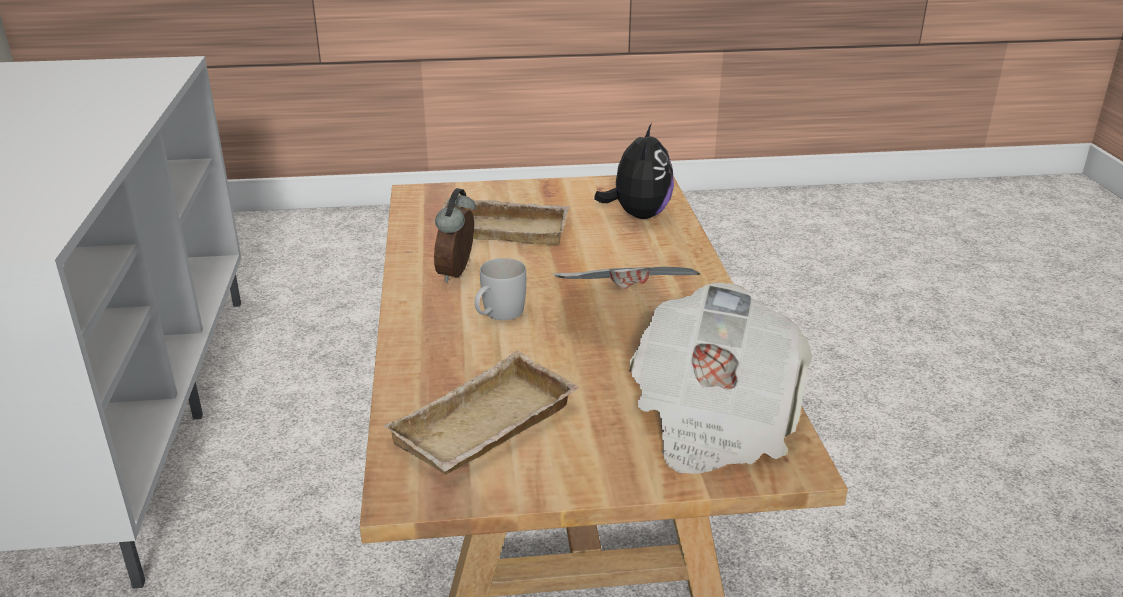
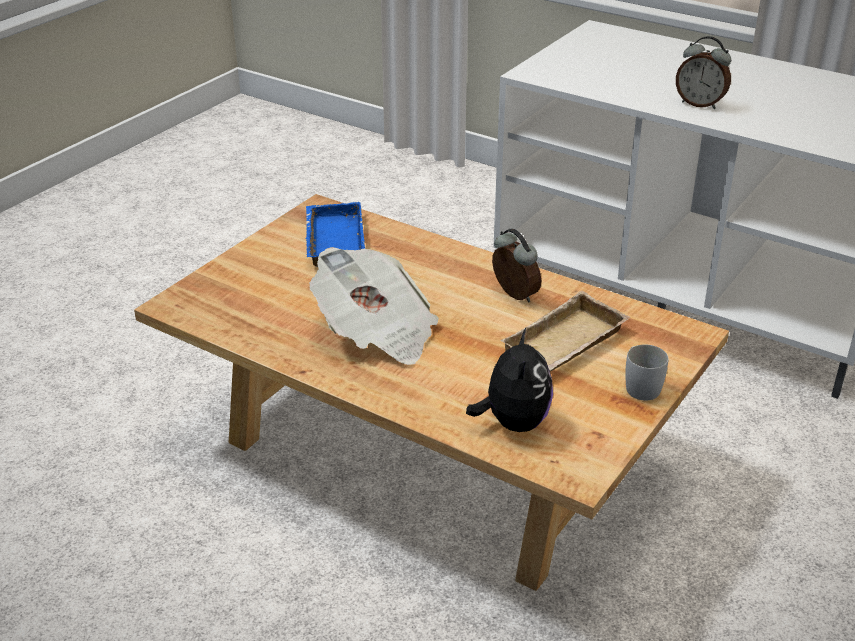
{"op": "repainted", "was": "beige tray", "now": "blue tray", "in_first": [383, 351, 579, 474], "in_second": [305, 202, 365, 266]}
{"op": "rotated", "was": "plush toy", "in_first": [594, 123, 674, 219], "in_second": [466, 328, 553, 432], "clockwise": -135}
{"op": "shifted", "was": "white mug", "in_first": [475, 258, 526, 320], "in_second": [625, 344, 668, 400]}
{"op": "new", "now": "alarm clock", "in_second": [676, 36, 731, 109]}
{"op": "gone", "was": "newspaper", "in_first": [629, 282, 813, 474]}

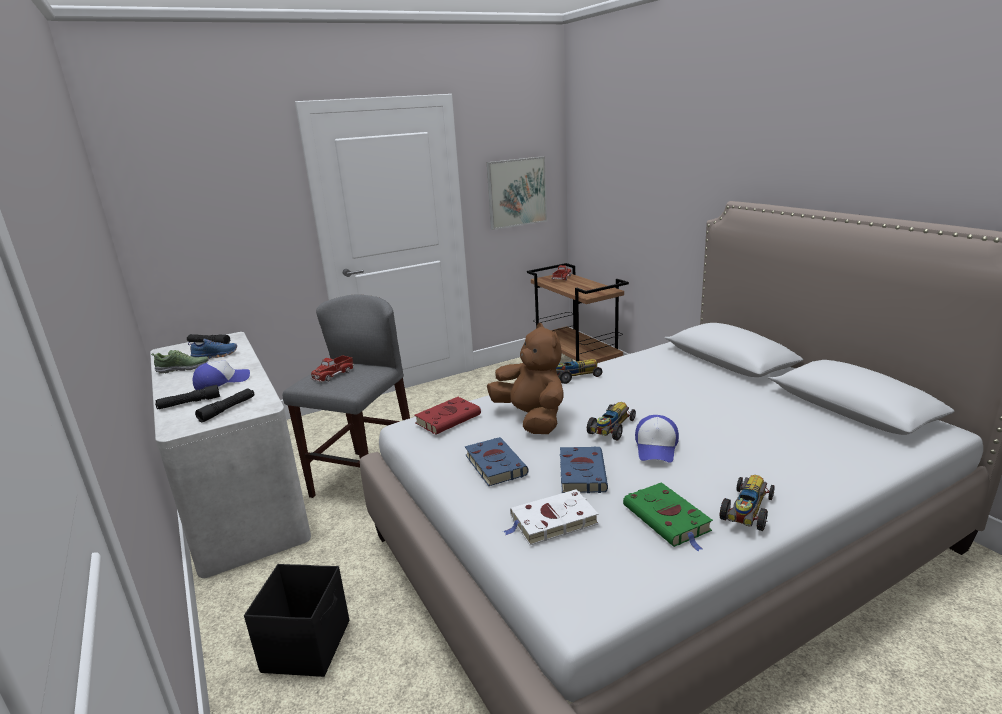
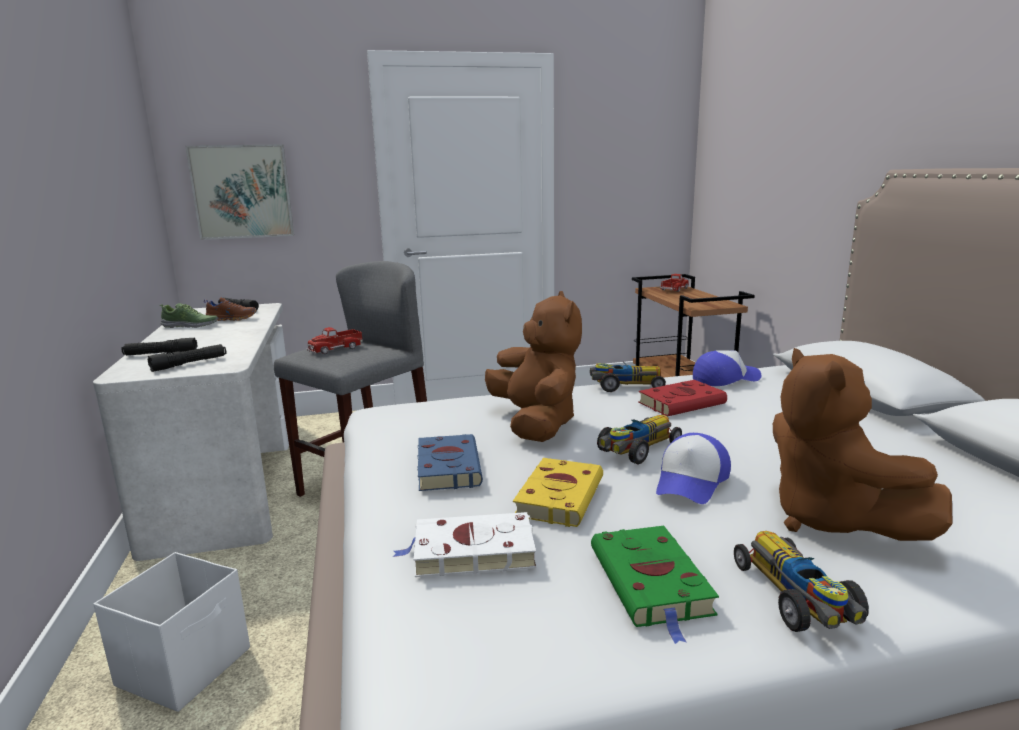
{"op": "repainted", "was": "black storage box", "now": "white storage box", "in_first": [244, 564, 349, 677], "in_second": [94, 552, 250, 712]}
{"op": "shifted", "was": "picture", "in_first": [487, 156, 547, 230], "in_second": [185, 144, 294, 240]}
{"op": "repainted", "was": "blue shoe", "now": "brown shoe", "in_first": [188, 338, 237, 359], "in_second": [204, 297, 257, 321]}
{"op": "repainted", "was": "blue book", "now": "yellow book", "in_first": [560, 447, 608, 493], "in_second": [513, 458, 603, 527]}
{"op": "shifted", "was": "red book", "in_first": [414, 397, 481, 434], "in_second": [638, 380, 727, 417]}
{"op": "shifted", "was": "cap", "in_first": [193, 360, 250, 390], "in_second": [693, 351, 762, 386]}
{"op": "rotated", "was": "toy car", "in_first": [720, 475, 775, 531], "in_second": [734, 531, 869, 632], "clockwise": -60}
{"op": "new", "now": "brown plush toy", "in_second": [773, 348, 953, 541]}

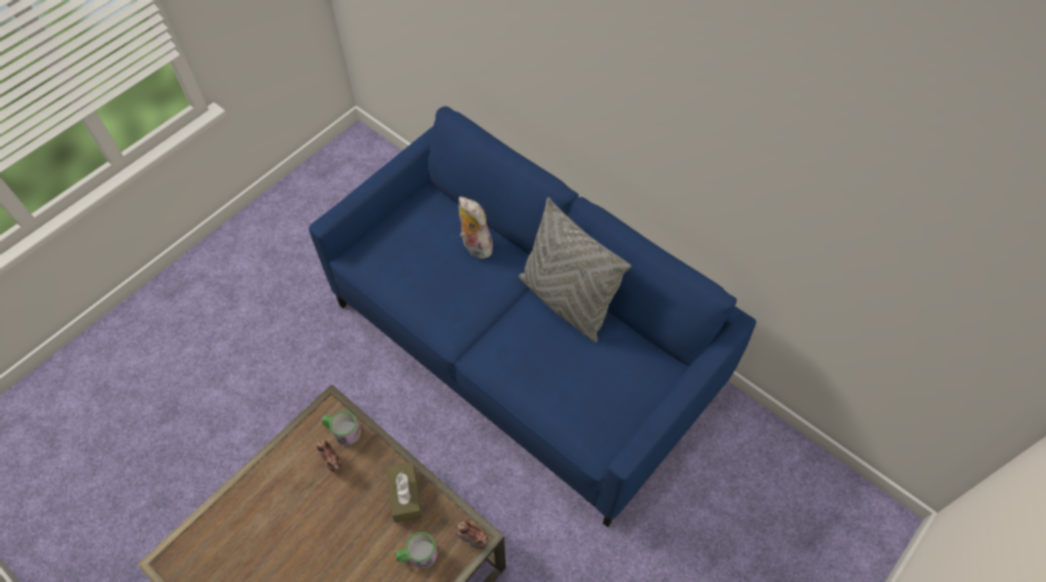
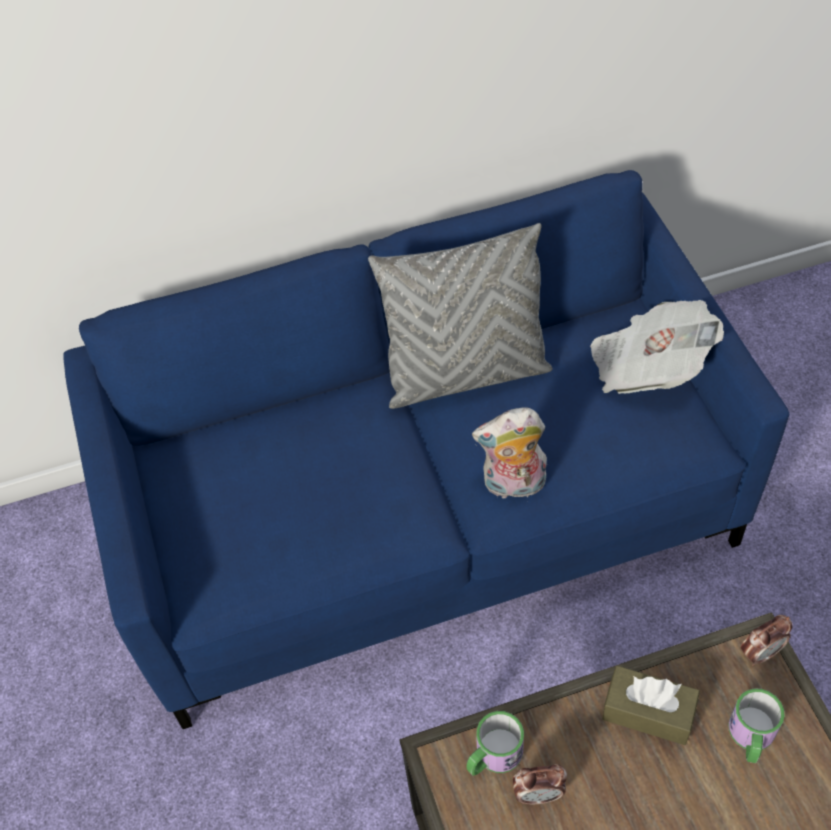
{"op": "shifted", "was": "plush toy", "in_first": [458, 197, 493, 259], "in_second": [472, 407, 547, 498]}
{"op": "new", "now": "newspaper", "in_second": [590, 300, 724, 394]}

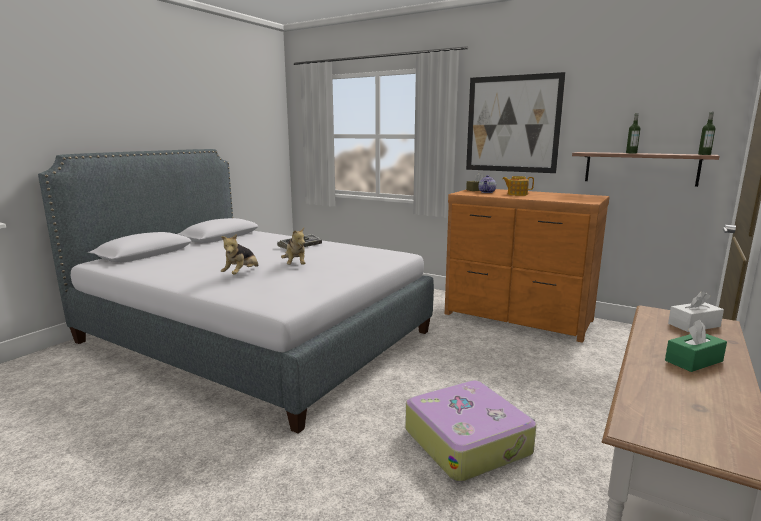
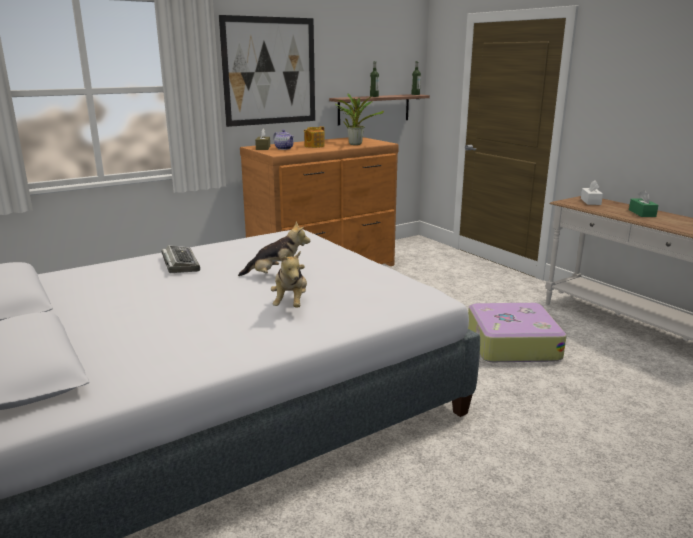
{"op": "rotated", "was": "plush toy", "in_first": [221, 234, 259, 275], "in_second": [271, 251, 307, 308], "clockwise": 45}
{"op": "new", "now": "potted plant", "in_second": [335, 93, 384, 145]}

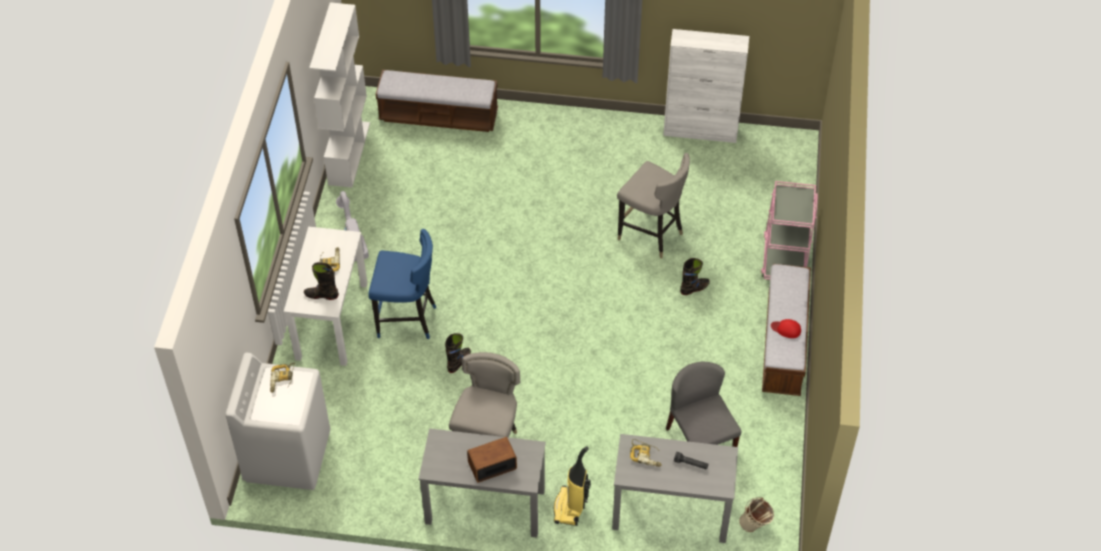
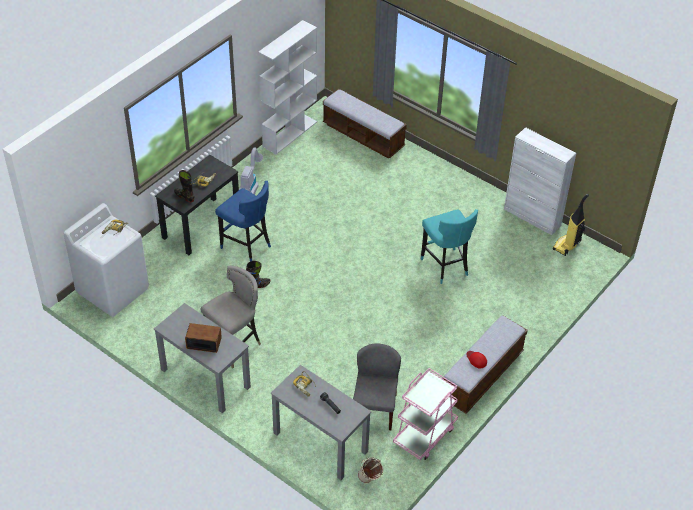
{"op": "repainted", "was": "white desk", "now": "black desk", "in_first": [284, 226, 367, 366], "in_second": [155, 155, 239, 255]}
{"op": "shifted", "was": "pink cart", "in_first": [761, 181, 818, 280], "in_second": [393, 368, 458, 460]}
{"op": "repainted", "was": "grey stool", "now": "turquoise stool", "in_first": [617, 153, 690, 258], "in_second": [421, 209, 478, 284]}
{"op": "shifted", "was": "vacuum cleaner", "in_first": [554, 446, 591, 526], "in_second": [553, 194, 589, 256]}
{"op": "gone", "was": "black boot", "in_first": [680, 258, 710, 295]}

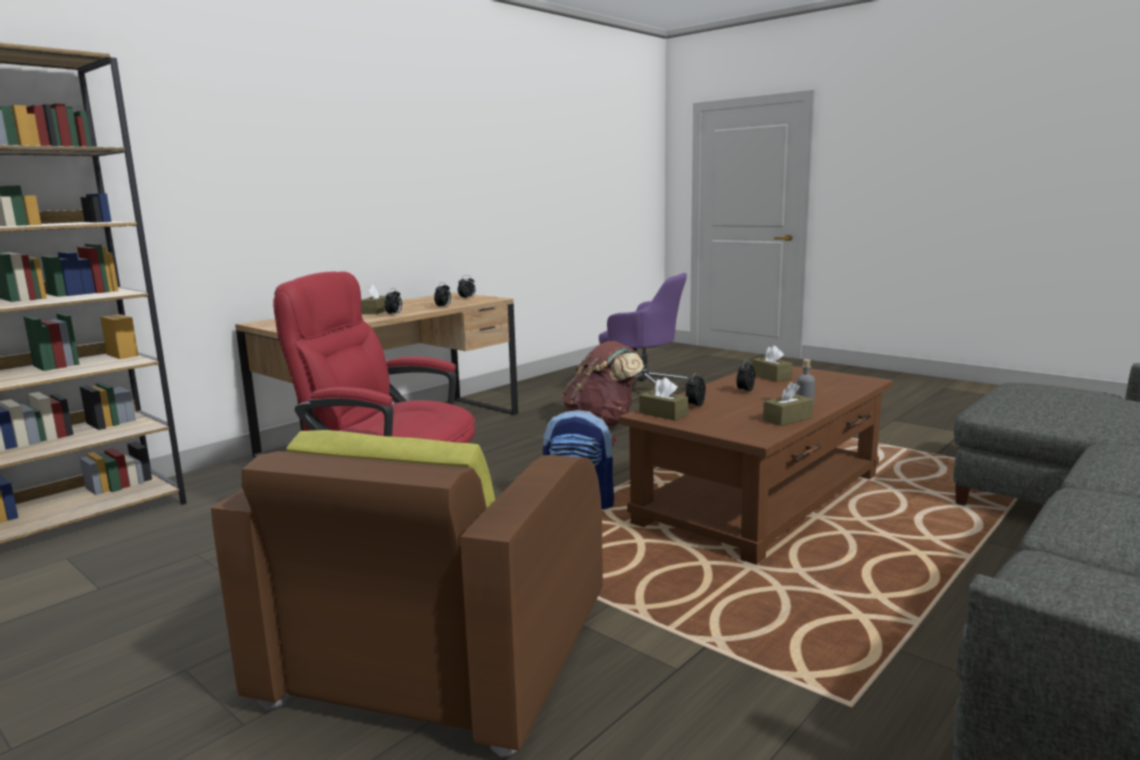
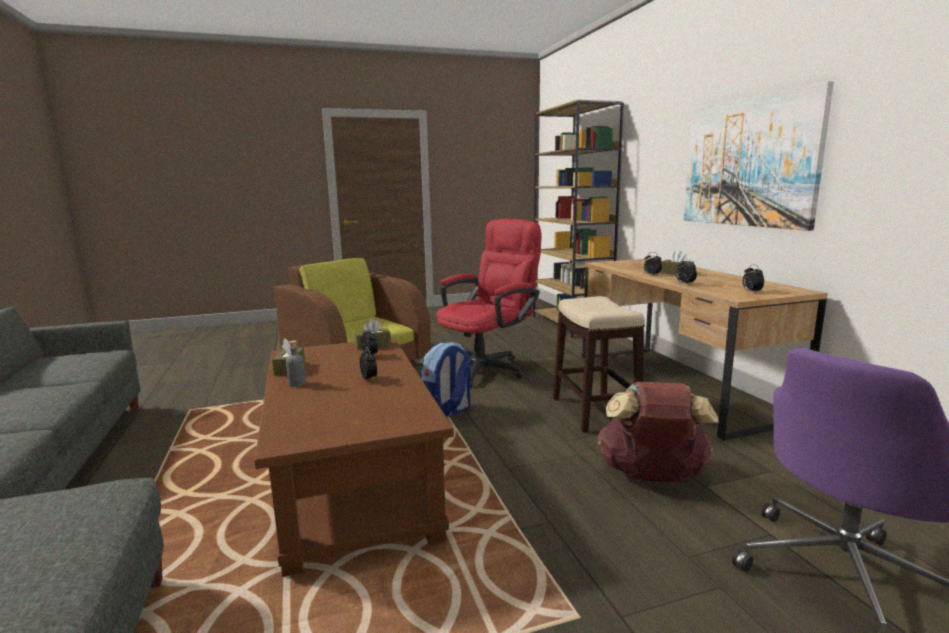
{"op": "new", "now": "stool", "in_second": [553, 296, 645, 433]}
{"op": "new", "now": "picture", "in_second": [684, 81, 834, 231]}
{"op": "gone", "was": "brown tissue box", "in_first": [752, 345, 792, 382]}

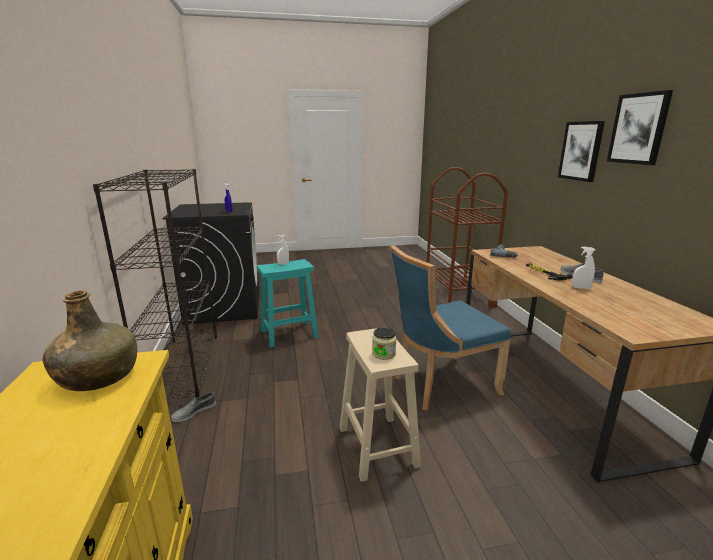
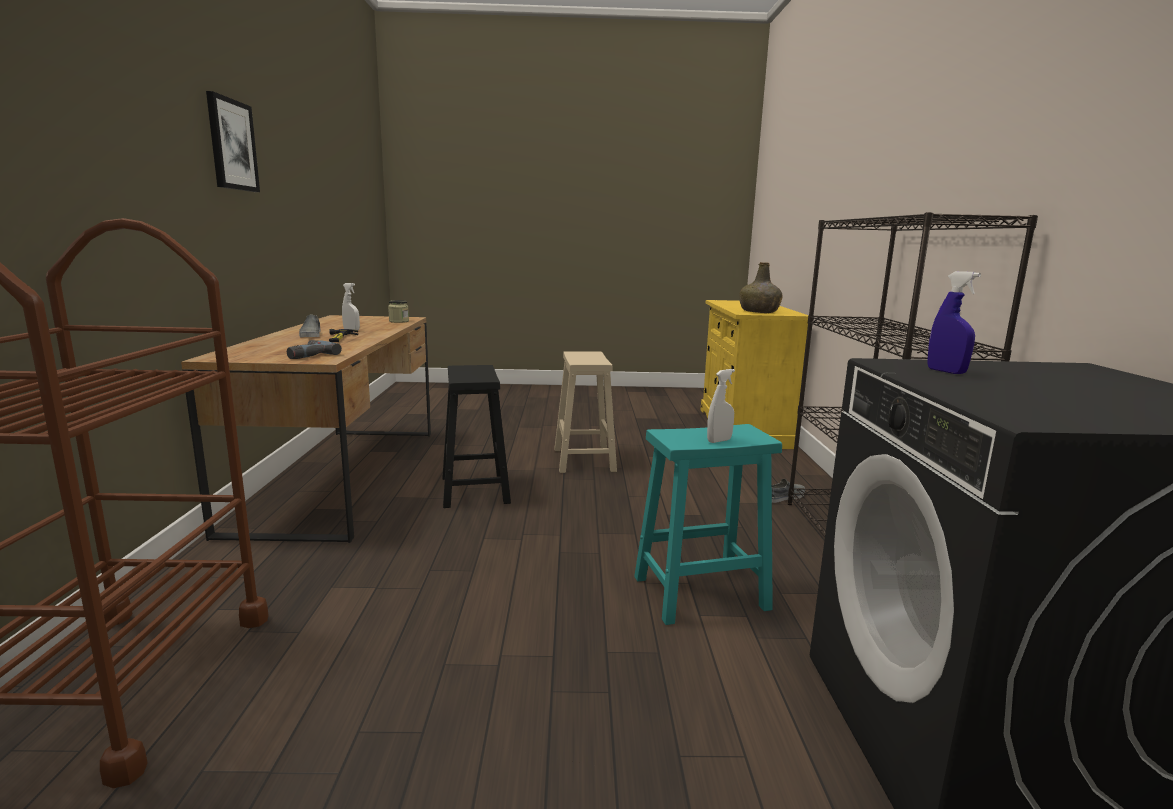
{"op": "shifted", "was": "jar", "in_first": [372, 327, 396, 360], "in_second": [388, 300, 409, 323]}
{"op": "swapped", "was": "blue chair", "now": "black stool", "in_first": [390, 245, 511, 411], "in_second": [443, 365, 511, 508]}
{"op": "gone", "was": "picture", "in_first": [558, 121, 605, 182]}

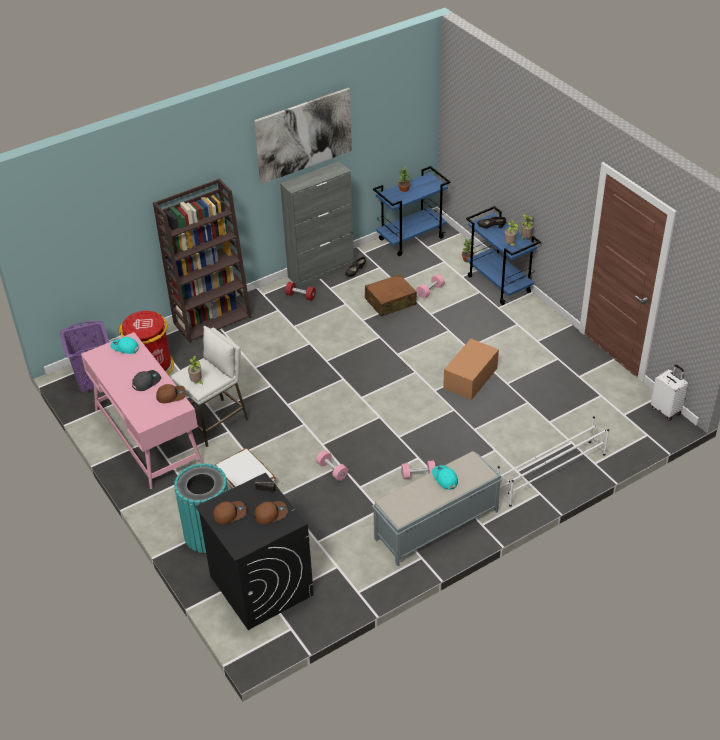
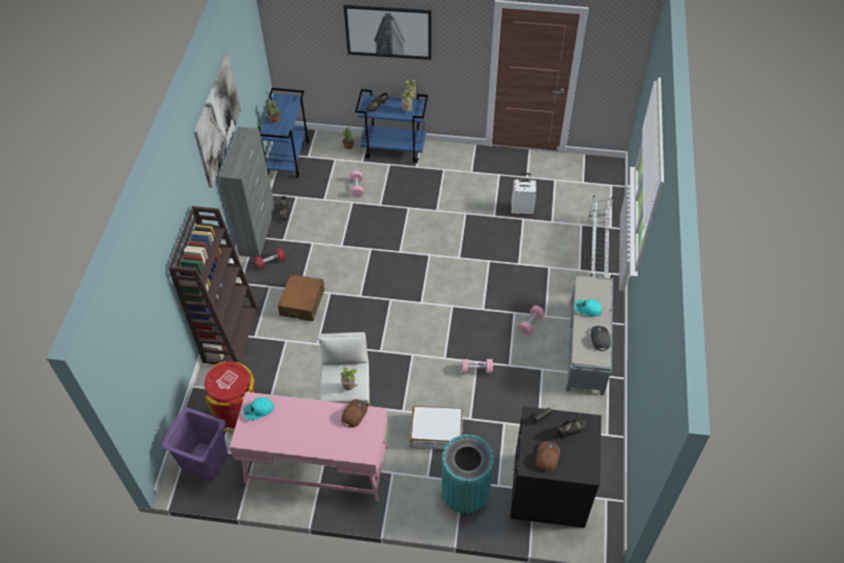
{"op": "shifted", "was": "brown suitcase", "in_first": [365, 274, 417, 316], "in_second": [278, 274, 325, 321]}
{"op": "new", "now": "picture", "in_second": [344, 5, 432, 60]}
{"op": "shifted", "was": "white suitcase", "in_first": [651, 365, 688, 421], "in_second": [511, 173, 536, 216]}
{"op": "swapped", "was": "brown cap", "now": "black shoe", "in_first": [254, 501, 288, 525], "in_second": [556, 418, 587, 439]}
{"op": "shifted", "was": "grey cap", "in_first": [132, 370, 161, 391], "in_second": [591, 326, 611, 351]}
{"op": "gone", "was": "cardboard box", "in_first": [443, 339, 499, 400]}

